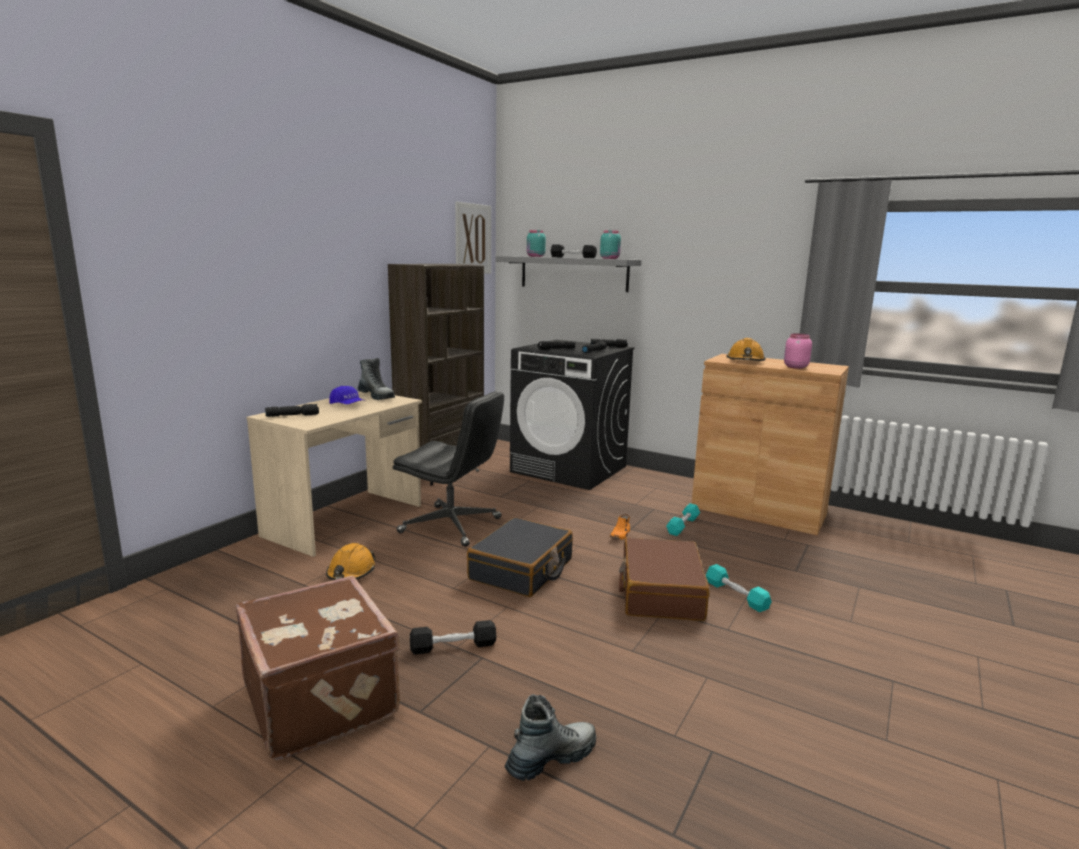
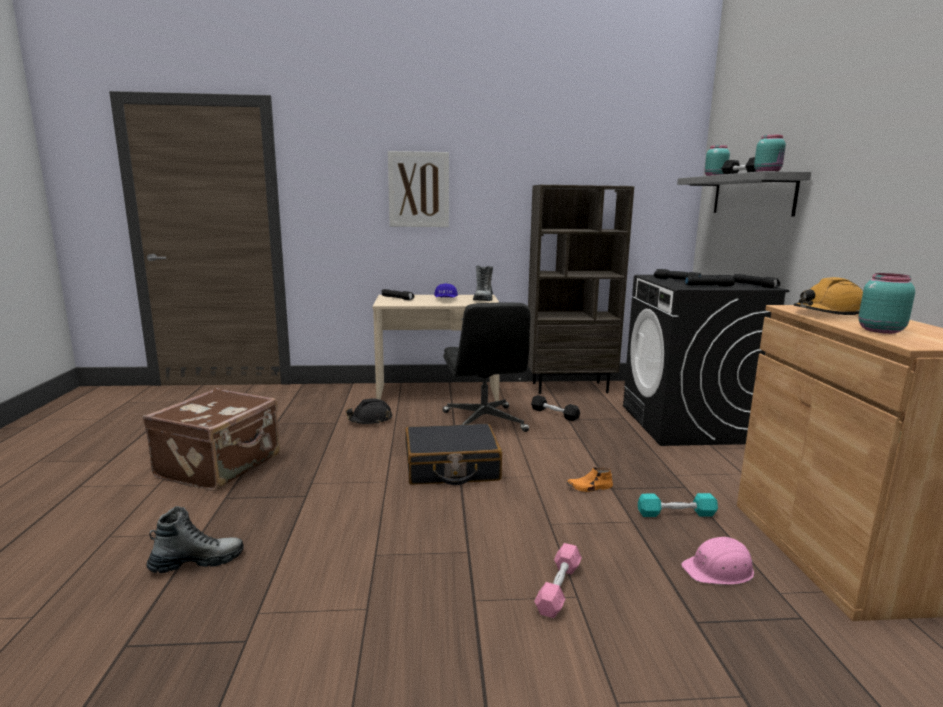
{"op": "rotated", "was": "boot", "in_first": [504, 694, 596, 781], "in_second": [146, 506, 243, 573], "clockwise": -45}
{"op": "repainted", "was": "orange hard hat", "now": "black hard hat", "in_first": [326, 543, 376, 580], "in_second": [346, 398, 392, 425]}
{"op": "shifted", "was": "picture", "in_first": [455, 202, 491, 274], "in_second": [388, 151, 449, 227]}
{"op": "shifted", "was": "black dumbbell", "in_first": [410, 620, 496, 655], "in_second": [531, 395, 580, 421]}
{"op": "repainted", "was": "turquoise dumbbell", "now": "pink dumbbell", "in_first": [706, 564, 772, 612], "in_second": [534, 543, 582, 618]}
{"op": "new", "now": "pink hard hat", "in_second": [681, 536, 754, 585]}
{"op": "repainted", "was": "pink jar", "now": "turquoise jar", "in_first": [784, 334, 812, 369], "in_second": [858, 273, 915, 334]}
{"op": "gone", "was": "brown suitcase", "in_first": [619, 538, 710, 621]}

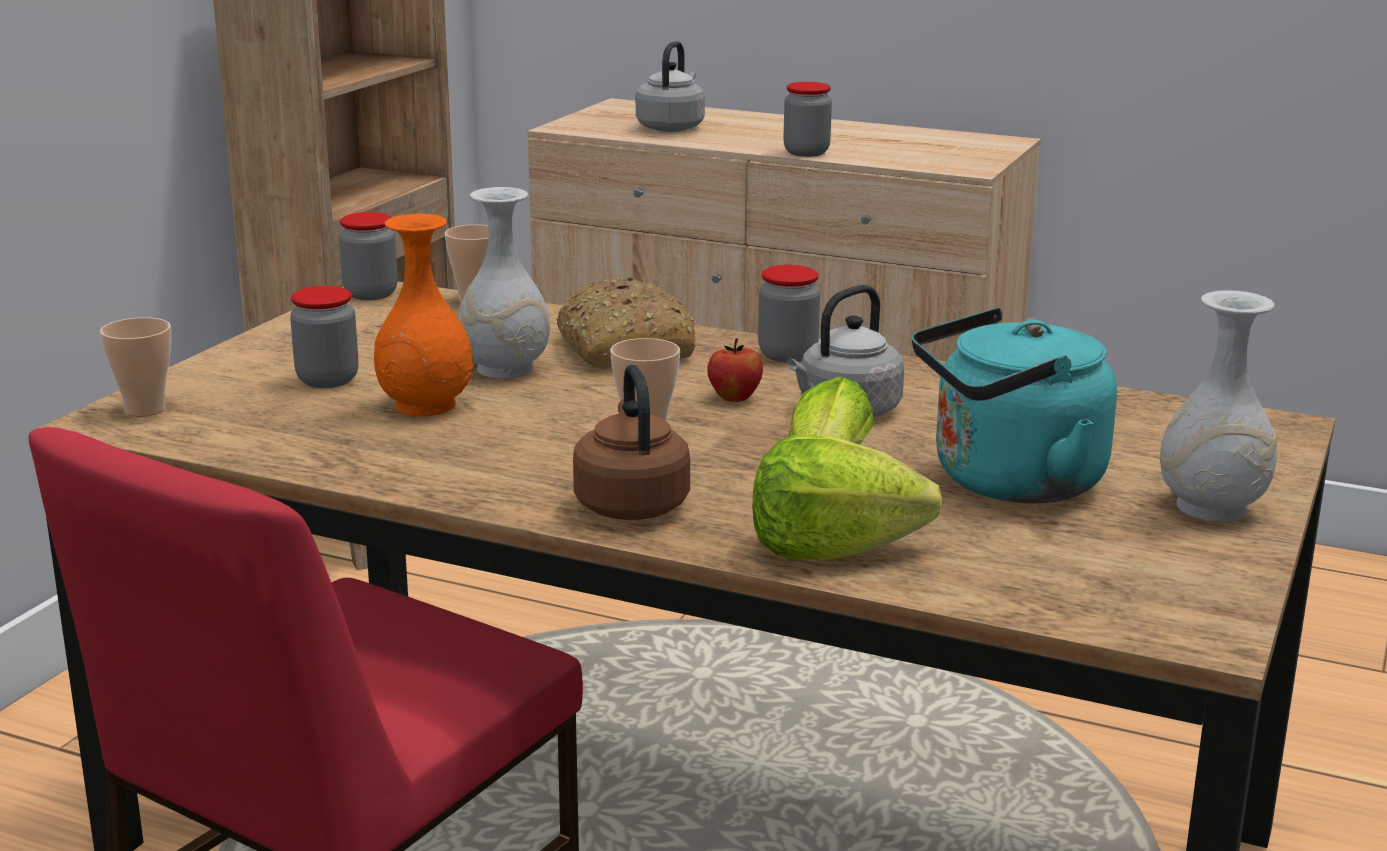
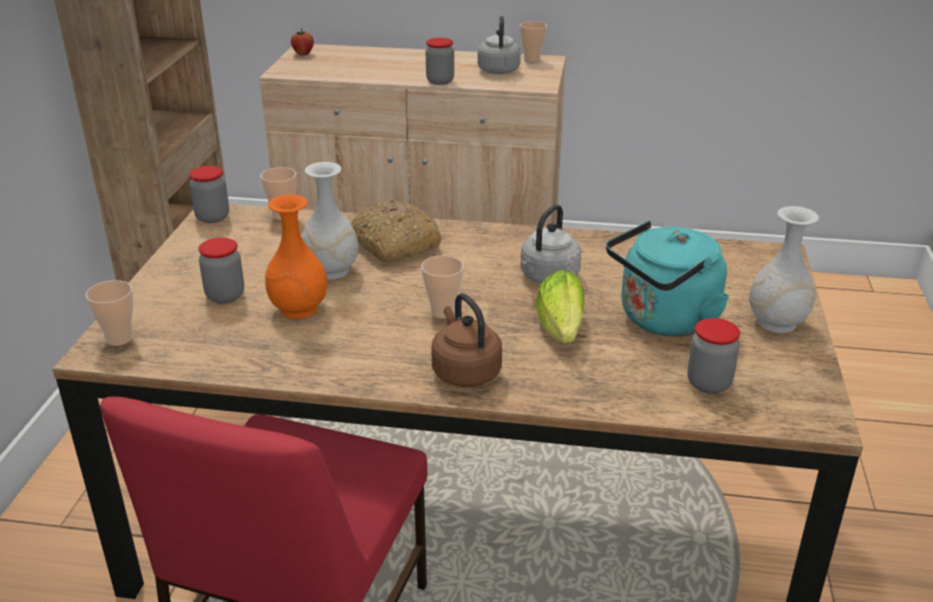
{"op": "shifted", "was": "apple", "in_first": [707, 338, 763, 402], "in_second": [291, 29, 314, 55]}
{"op": "shifted", "was": "grey kettle", "in_first": [636, 41, 705, 132], "in_second": [477, 16, 521, 74]}
{"op": "new", "now": "cup", "in_second": [520, 21, 547, 62]}
{"op": "shifted", "was": "jar", "in_first": [758, 265, 820, 362], "in_second": [687, 318, 740, 394]}
{"op": "gone", "was": "lettuce", "in_first": [753, 435, 942, 561]}

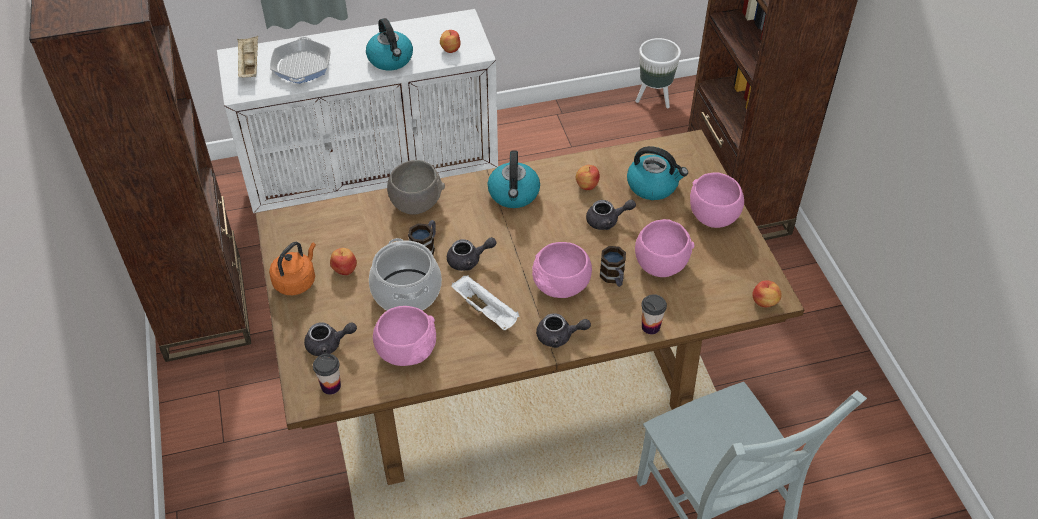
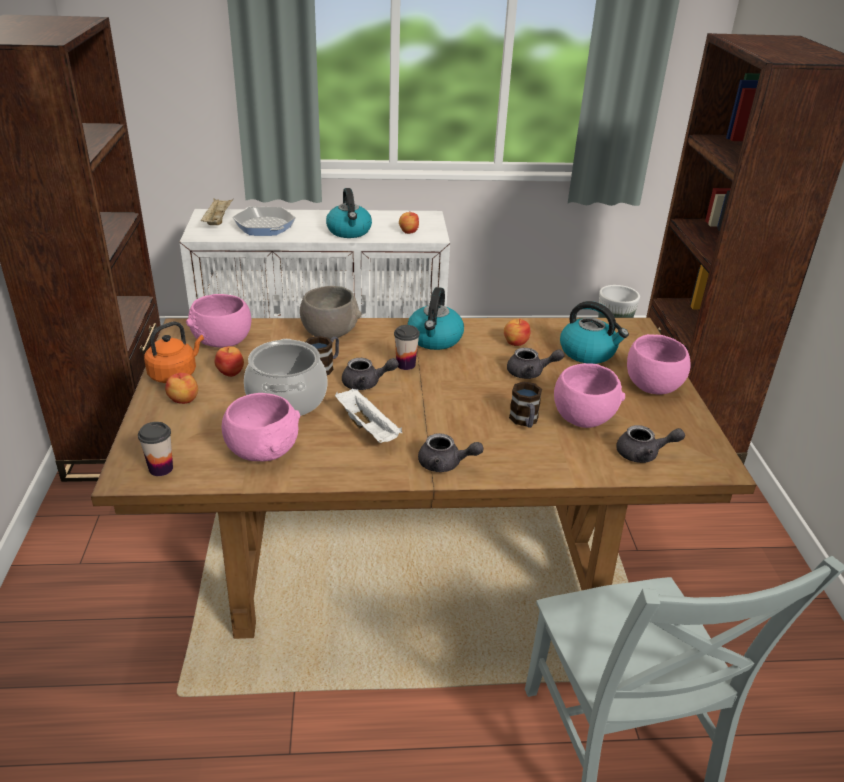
{"op": "shifted", "was": "apple", "in_first": [752, 281, 782, 307], "in_second": [165, 373, 198, 404]}
{"op": "shifted", "was": "pink bowl", "in_first": [532, 242, 592, 298], "in_second": [186, 294, 251, 348]}
{"op": "rotated", "was": "frying pan", "in_first": [270, 37, 330, 84], "in_second": [233, 206, 296, 236], "clockwise": 135}
{"op": "shifted", "was": "cup", "in_first": [641, 294, 667, 334], "in_second": [394, 325, 420, 370]}
{"op": "shifted", "was": "grey teapot", "in_first": [304, 322, 357, 356], "in_second": [616, 425, 685, 463]}

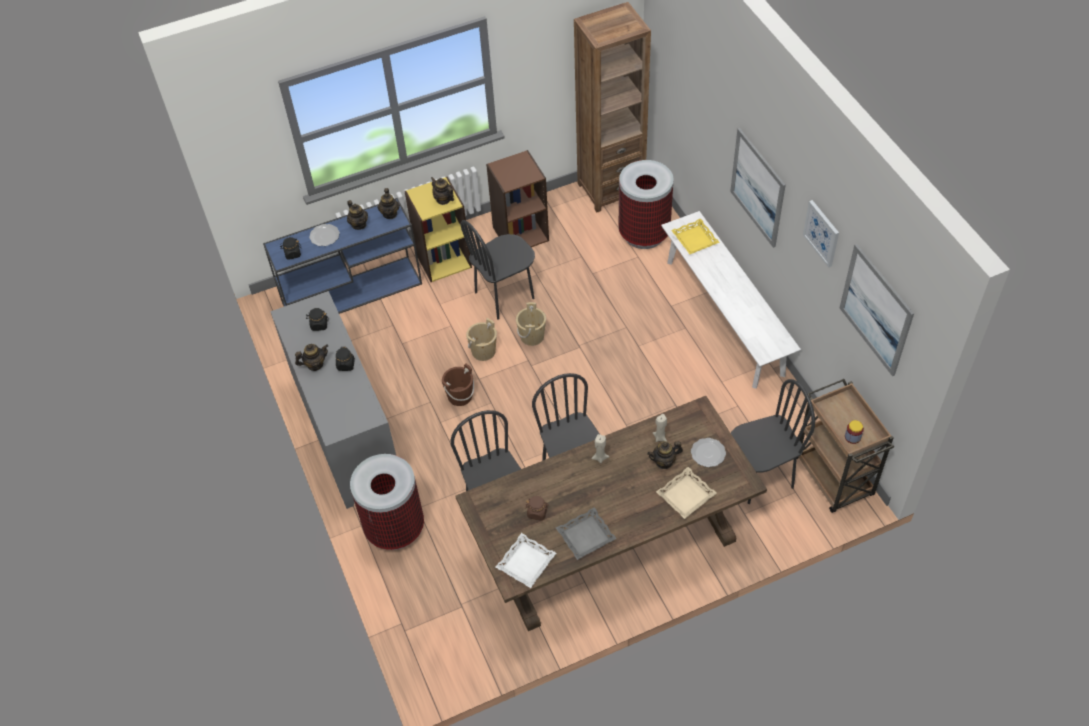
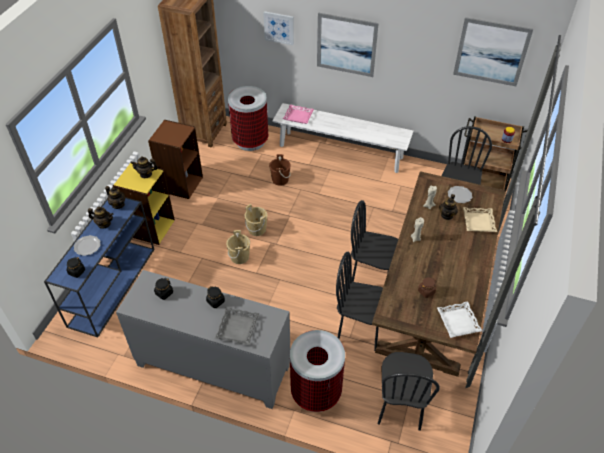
{"op": "shifted", "was": "grey tray", "in_first": [556, 507, 617, 560], "in_second": [215, 307, 259, 345]}
{"op": "shifted", "was": "picture", "in_first": [803, 200, 839, 268], "in_second": [263, 11, 294, 45]}
{"op": "shifted", "was": "brown bucket", "in_first": [442, 363, 474, 406], "in_second": [269, 154, 291, 185]}
{"op": "repainted", "was": "yellow tray", "now": "pink tray", "in_first": [671, 218, 720, 254], "in_second": [283, 105, 314, 124]}
{"op": "shifted", "was": "black chair", "in_first": [461, 220, 535, 320], "in_second": [378, 352, 440, 431]}
{"op": "gone", "was": "teapot", "in_first": [295, 344, 328, 371]}

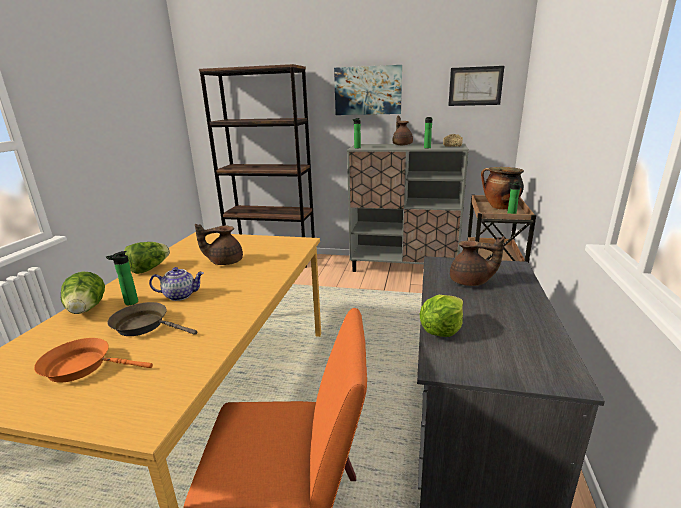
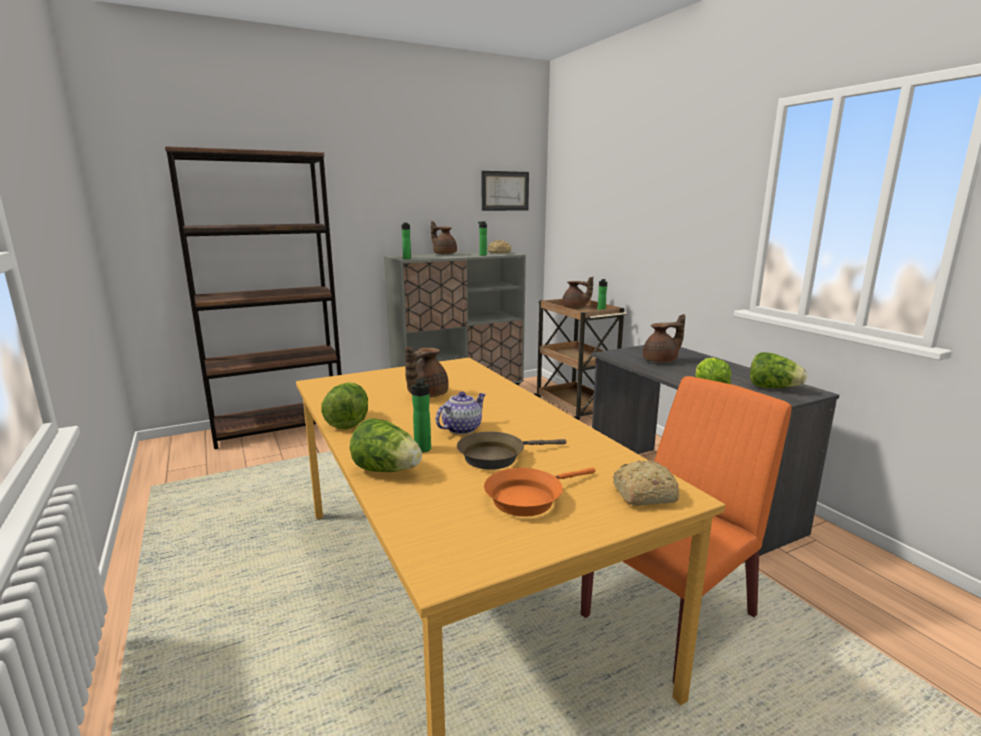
{"op": "swapped", "was": "cooking pot", "now": "brown teapot", "in_first": [481, 167, 524, 209], "in_second": [562, 277, 593, 309]}
{"op": "new", "now": "bread", "in_second": [613, 460, 680, 506]}
{"op": "new", "now": "lettuce", "in_second": [750, 352, 807, 388]}
{"op": "gone", "was": "picture", "in_first": [334, 65, 402, 115]}

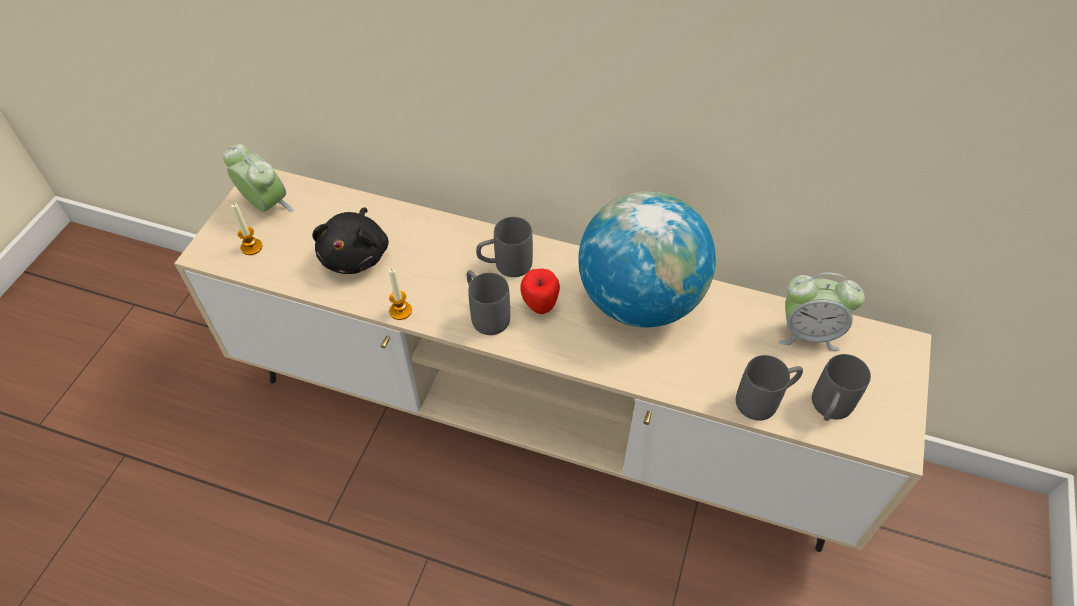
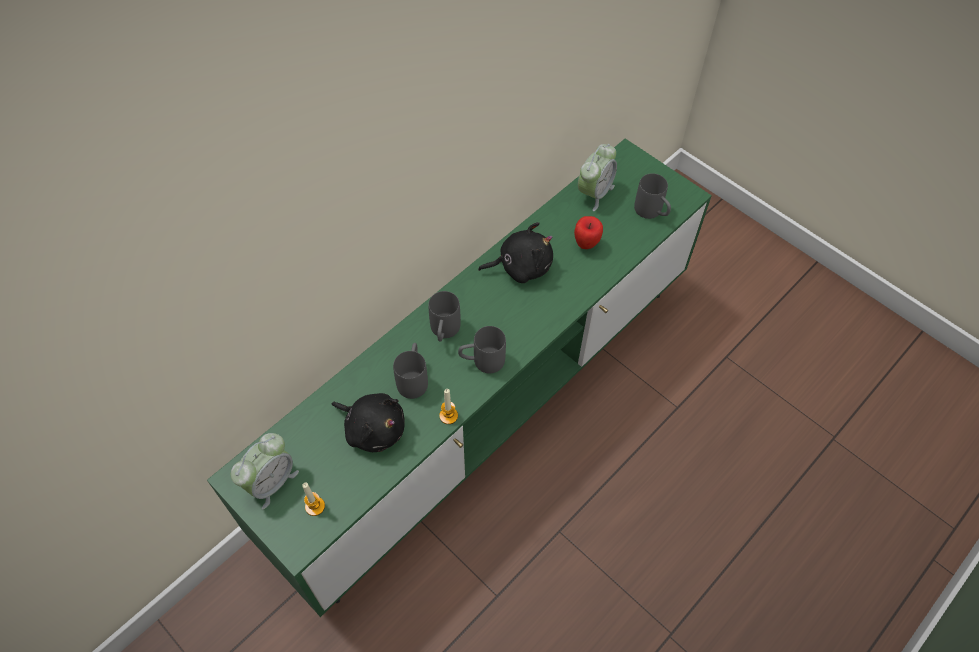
{"op": "repainted", "was": "beige tv stand", "now": "green tv stand", "in_first": [174, 169, 932, 552], "in_second": [207, 139, 712, 617]}
{"op": "rotated", "was": "alarm clock", "in_first": [223, 144, 294, 212], "in_second": [231, 433, 299, 510], "clockwise": 150}
{"op": "shifted", "was": "grey mug", "in_first": [736, 355, 803, 421], "in_second": [393, 343, 428, 399]}
{"op": "swapped", "was": "globe", "now": "black plush toy", "in_first": [578, 191, 716, 327], "in_second": [478, 222, 553, 283]}
{"op": "shifted", "was": "apple", "in_first": [520, 269, 560, 314], "in_second": [574, 216, 603, 249]}

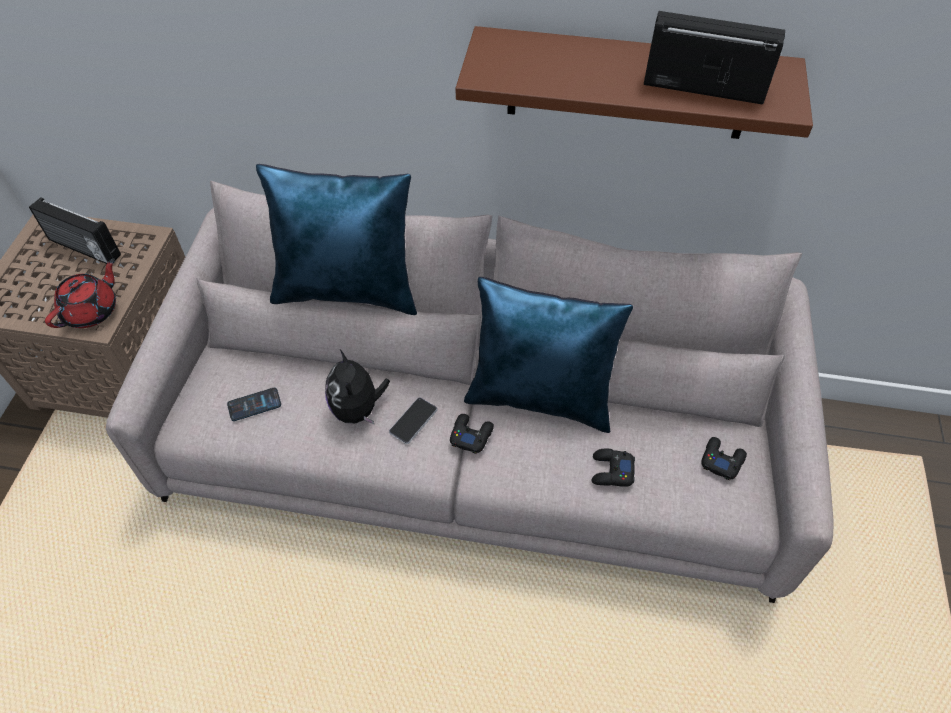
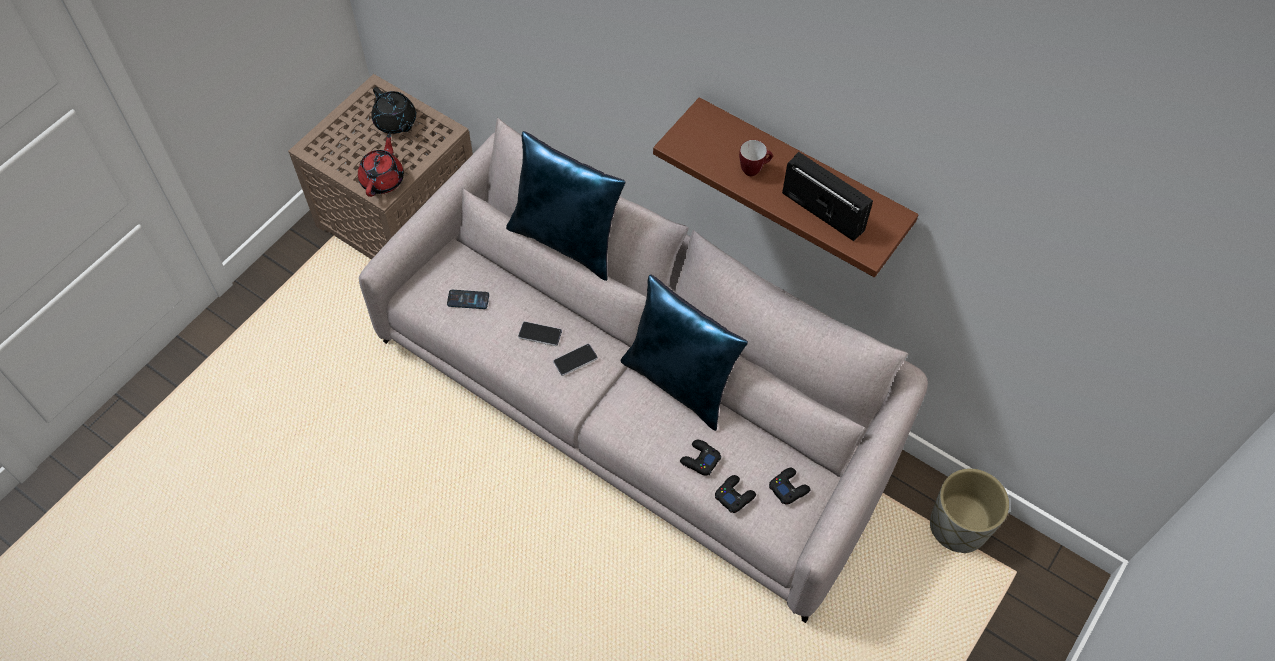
{"op": "rotated", "was": "red teapot", "in_first": [45, 258, 116, 328], "in_second": [358, 133, 404, 197], "clockwise": -45}
{"op": "swapped", "was": "radio", "now": "black teapot", "in_first": [29, 197, 121, 264], "in_second": [372, 87, 416, 134]}
{"op": "swapped", "was": "plush toy", "now": "phone", "in_first": [325, 350, 390, 424], "in_second": [518, 321, 562, 346]}
{"op": "shifted", "was": "black game controller", "in_first": [450, 414, 494, 454], "in_second": [715, 475, 756, 513]}
{"op": "new", "now": "mug", "in_second": [739, 140, 773, 176]}
{"op": "new", "now": "grey planter", "in_second": [930, 468, 1009, 553]}

